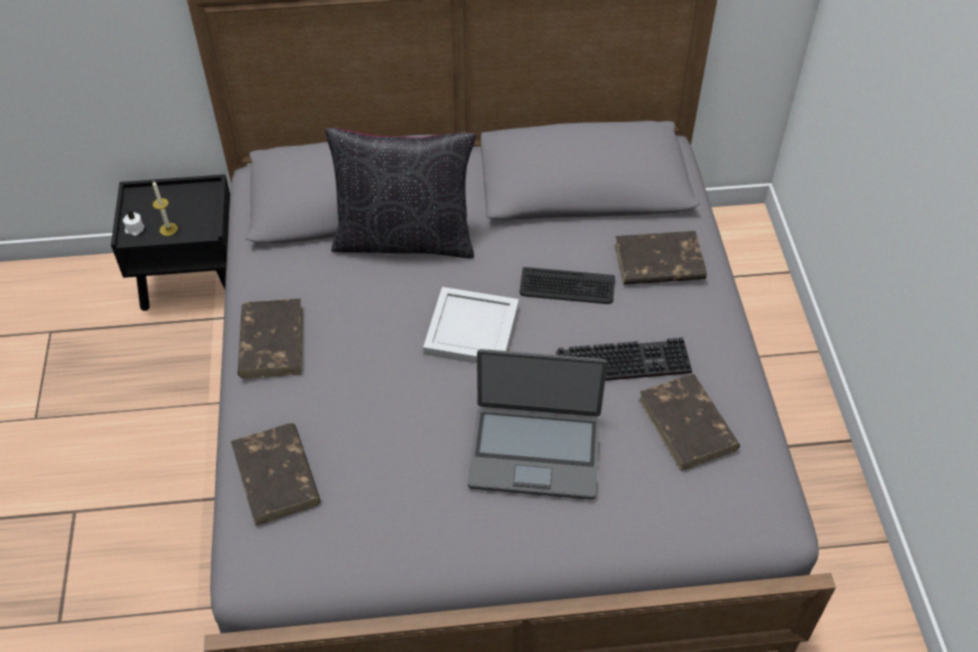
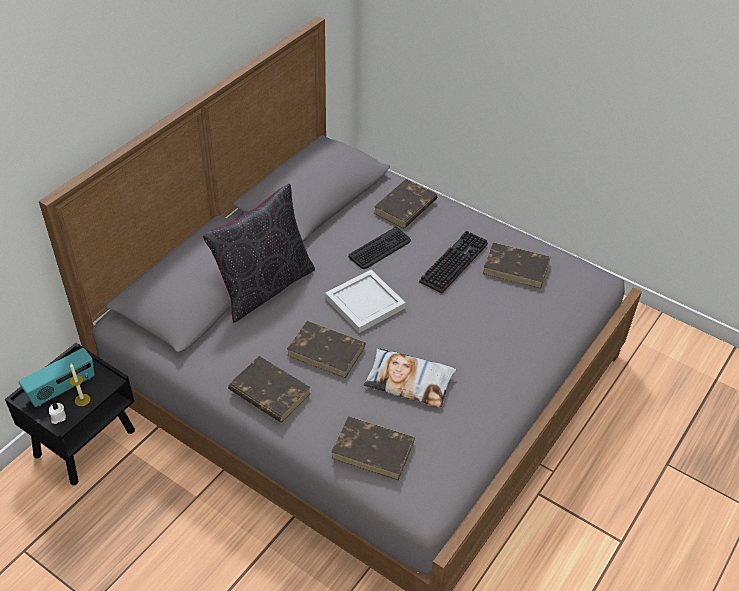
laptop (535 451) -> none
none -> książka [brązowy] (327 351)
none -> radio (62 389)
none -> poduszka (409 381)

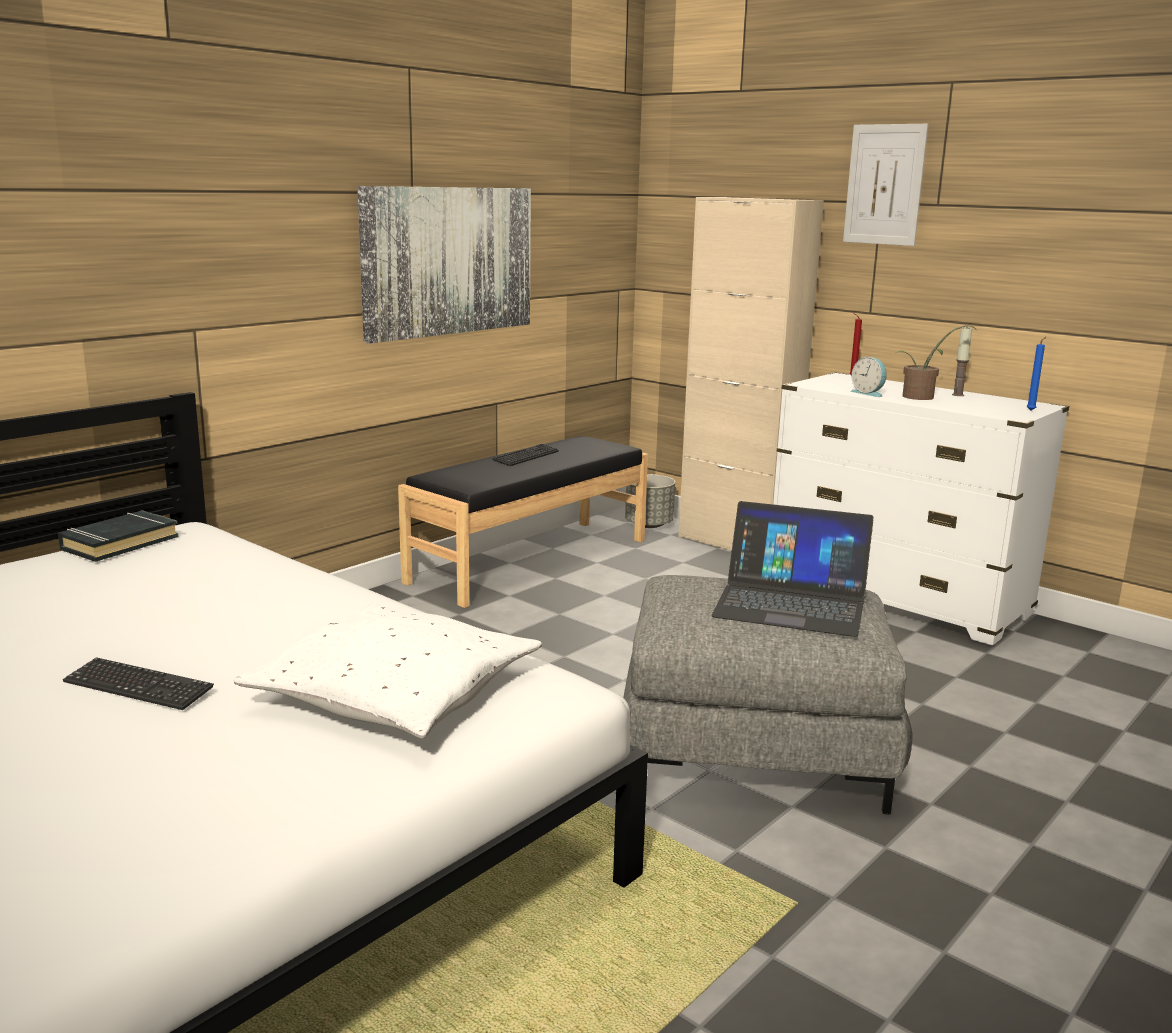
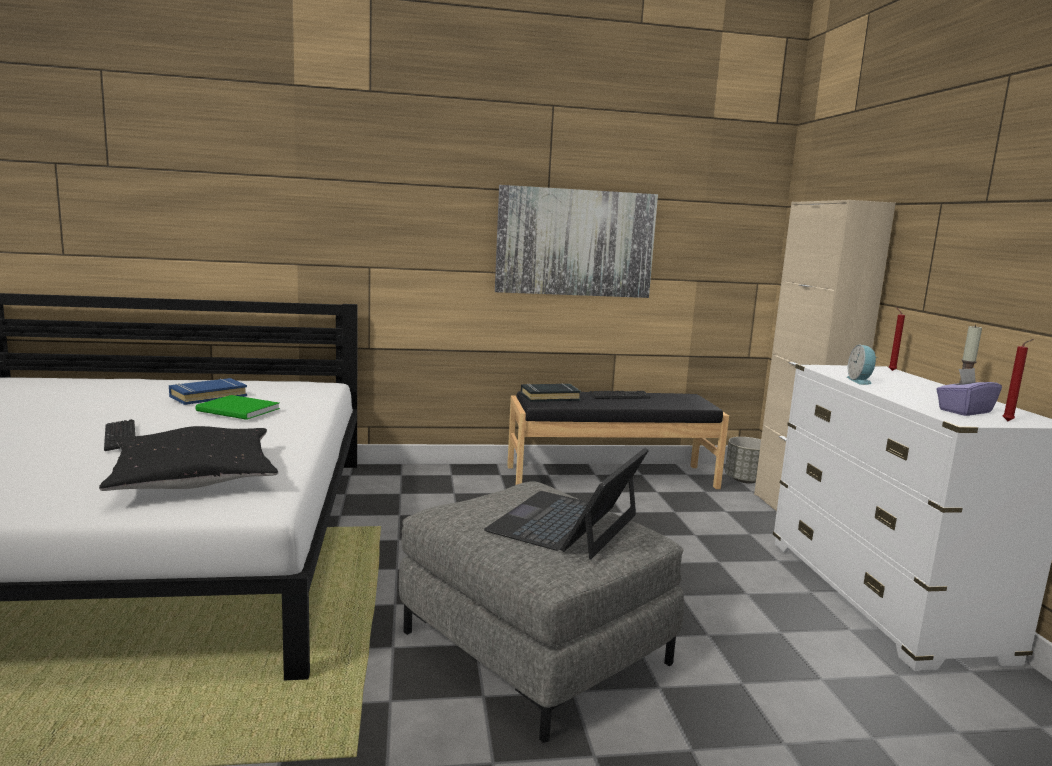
obraz (884 185) -> none
roślina doniczkowa (922 397) -> none
świeca [niebieski] (1031 410) -> świeca [czerwony] (1009 421)
laptop (791 603) -> laptop (566 523), 60 degrees clockwise
książka [czarny] (119 543) -> książka [czarny] (549 397), move
poduszka [biały] (396 692) -> poduszka [czarny] (194 477)
none -> pudełko chusteczek [fioletowy] (964 411)
none -> książka [niebieski] (208 396)
none -> książka [zielony] (238 410)

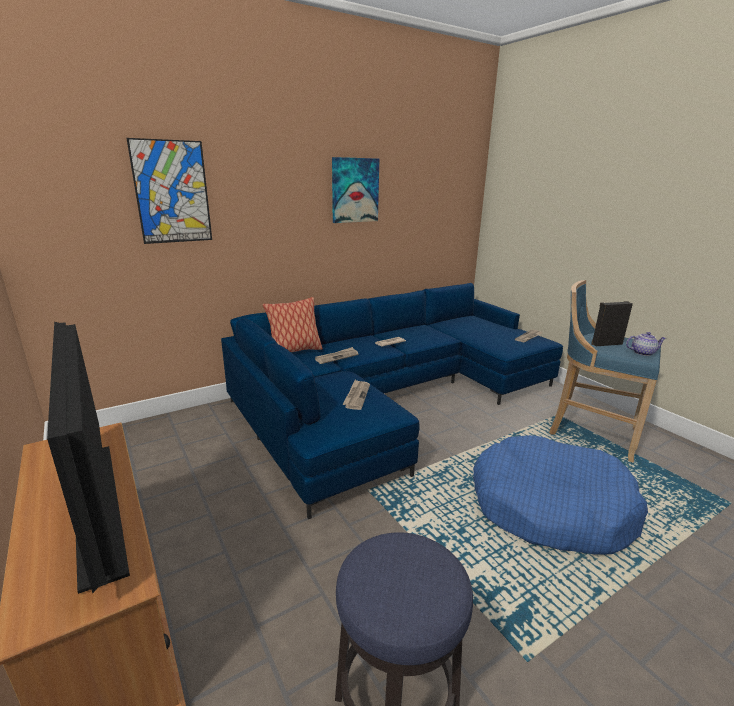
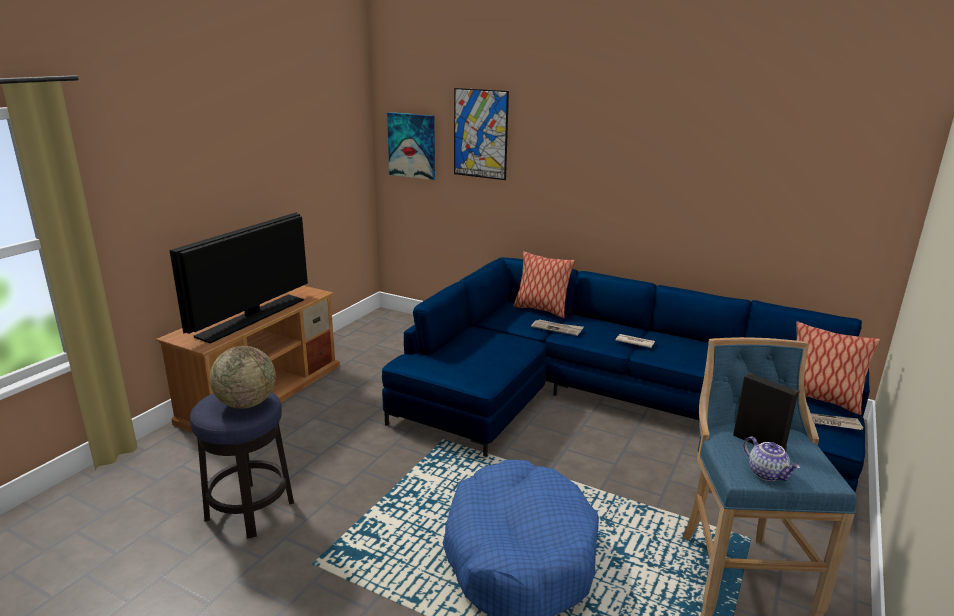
obraz (354 190) -> obraz (412 145), move
gazeta (356 396) -> none
none -> poduszka (820 399)
none -> globus (246 404)

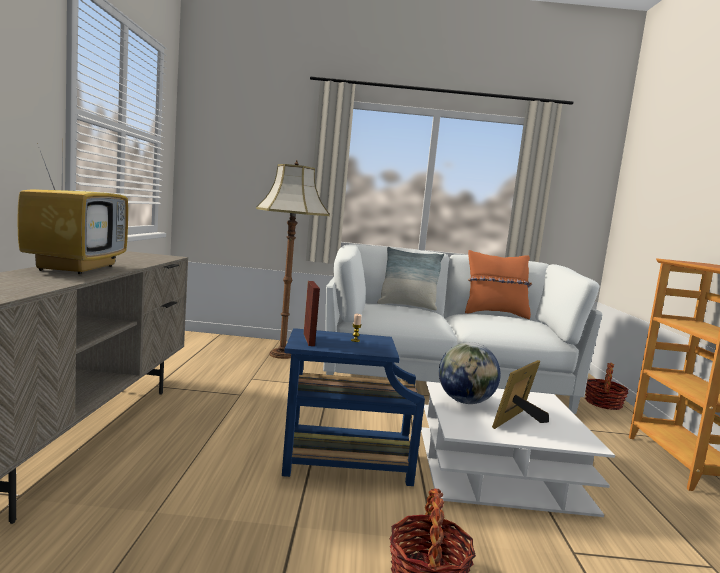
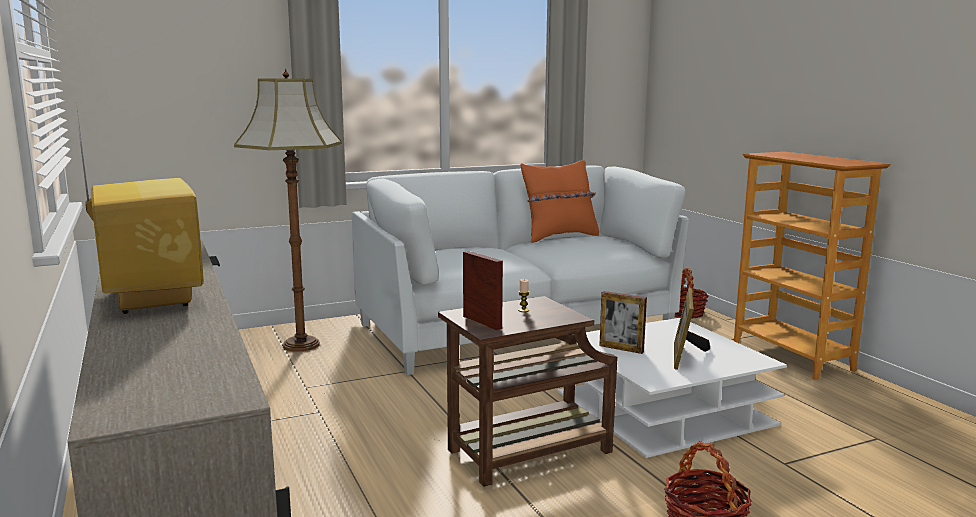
poduszka (407 306) -> none
stolik [niebieski] (343 464) -> stolik [brązowy] (525 453)
globus (465 402) -> ramka na zdjęcie (621 349)

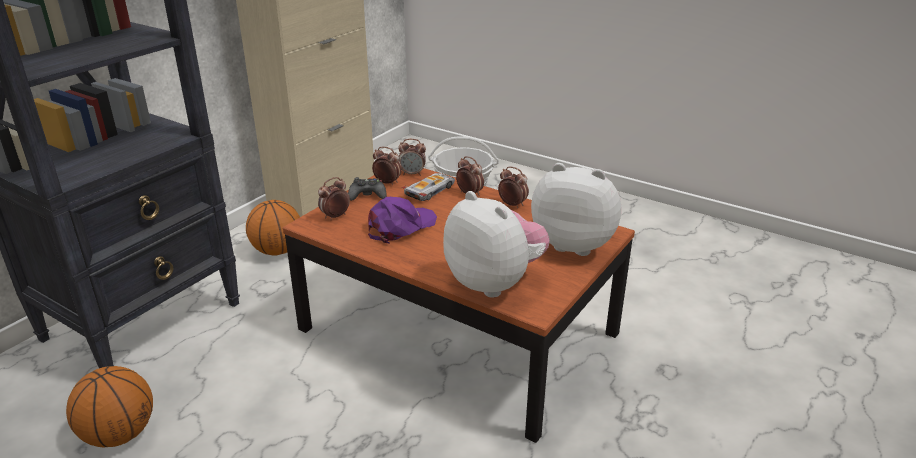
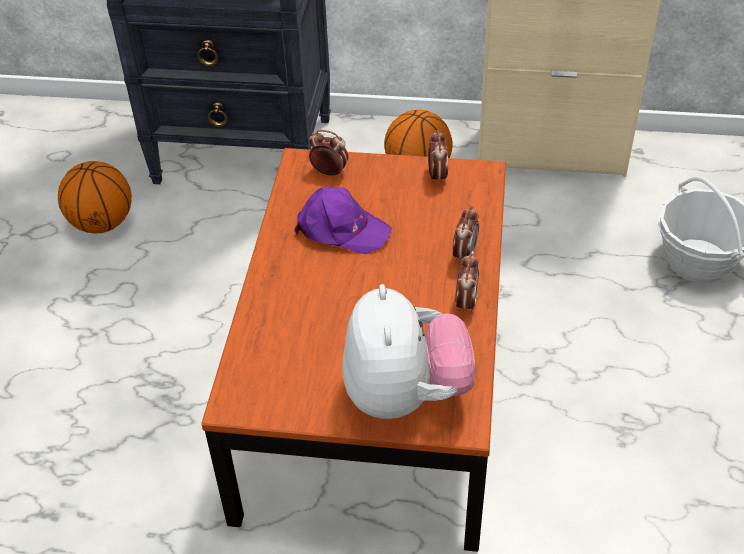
budzik (412 174) -> none
samochodzik (430 190) -> none
pad do gier [czarny] (367 195) -> none
pluszak (494 282) -> none

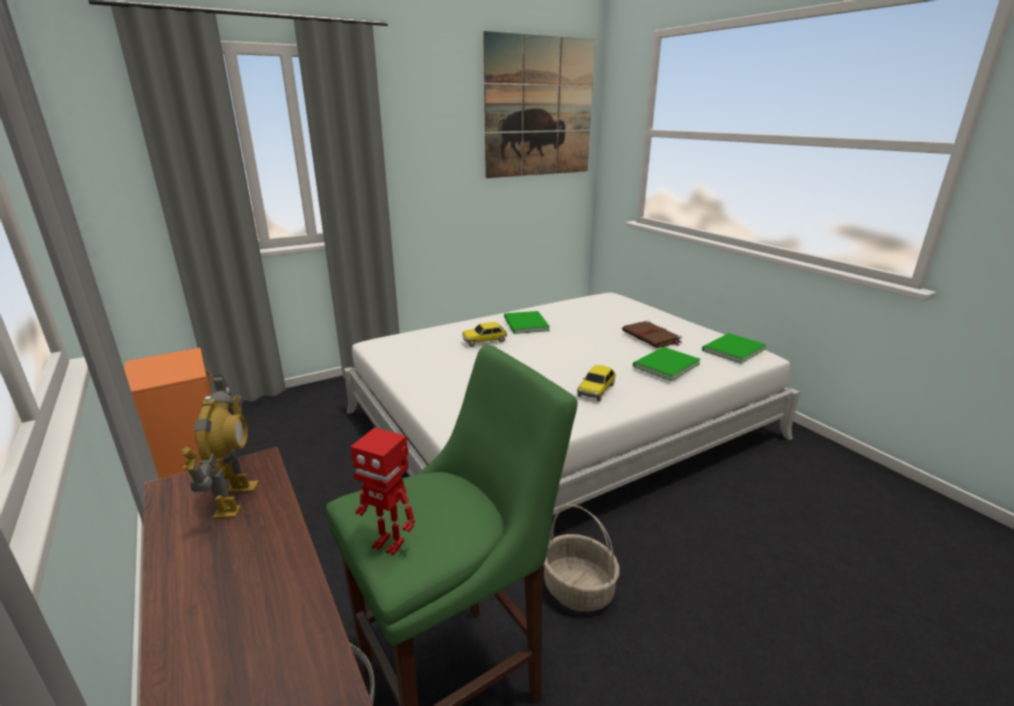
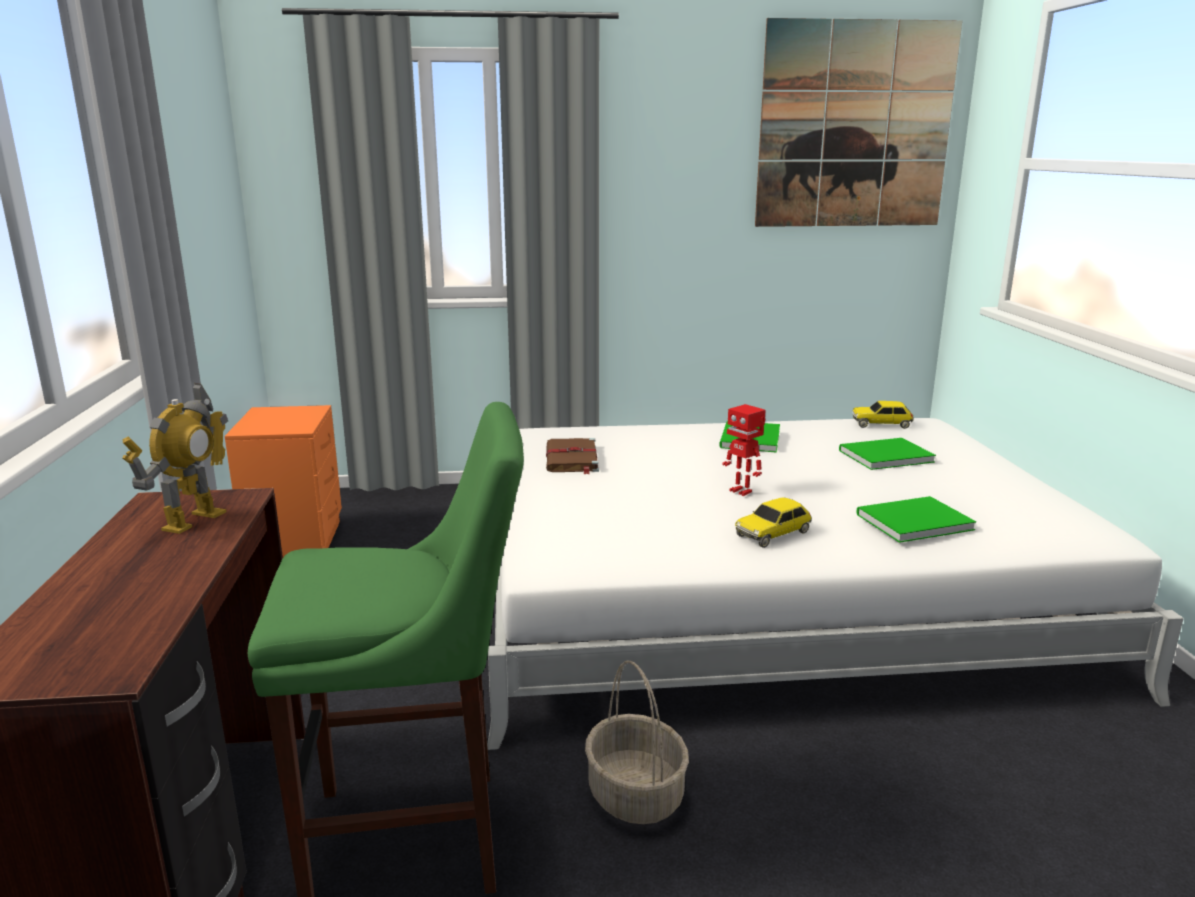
książka [brązowy] (652 337) -> książka [brązowy] (572 459), move
samochodzik (484 341) -> samochodzik (881 424), move
książka [zielony] (731 350) -> książka [zielony] (882 456), move
robot zabawkowy (389 543) -> robot zabawkowy (741 491), move

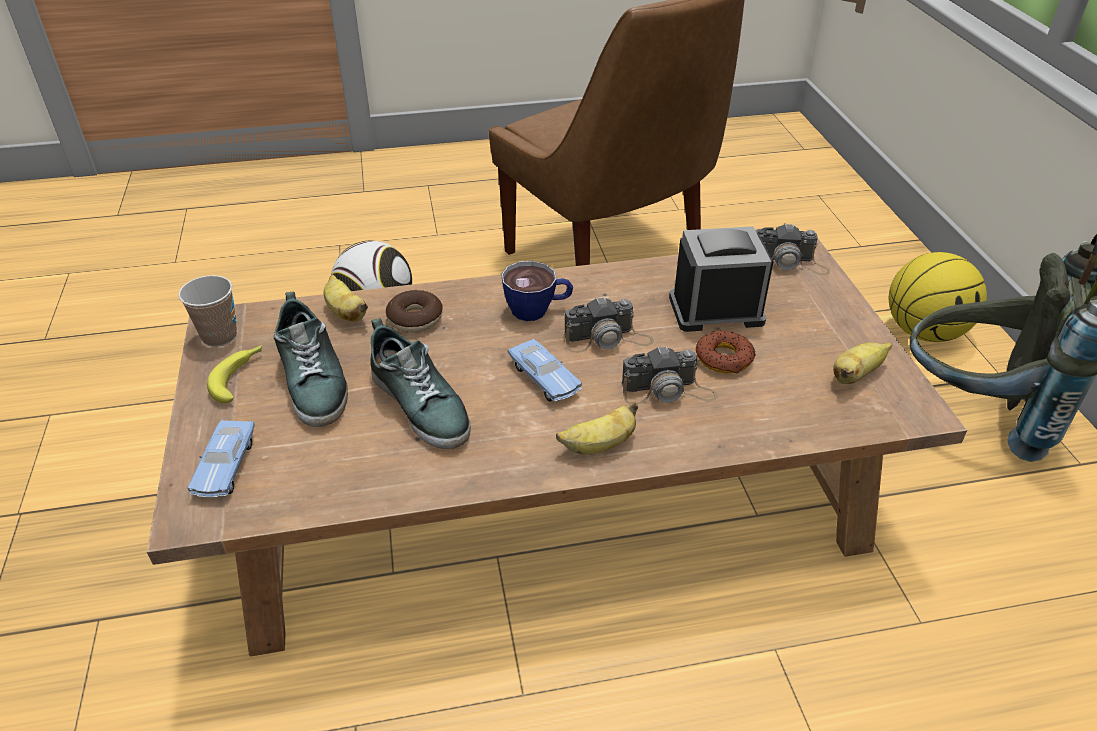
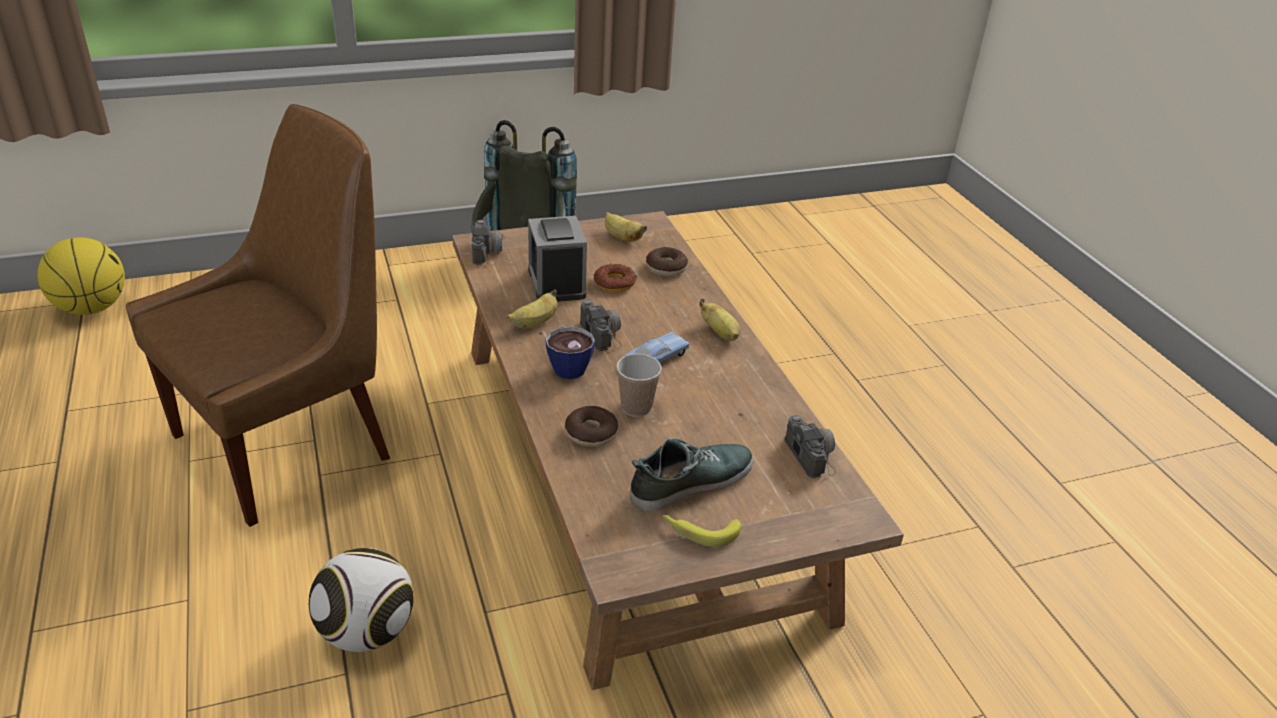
piłka do koszykówki (925 332) -> piłka do koszykówki (91 308), move
filiżanka (219 336) -> filiżanka (636 407), move
banan (345 313) -> banan (534 323), move
but (421 404) -> none
aparat fotograficzny (668 391) -> aparat fotograficzny (810 451), move
samochodzik [niebieski] (226 466) -> none
none -> donut (666 268)

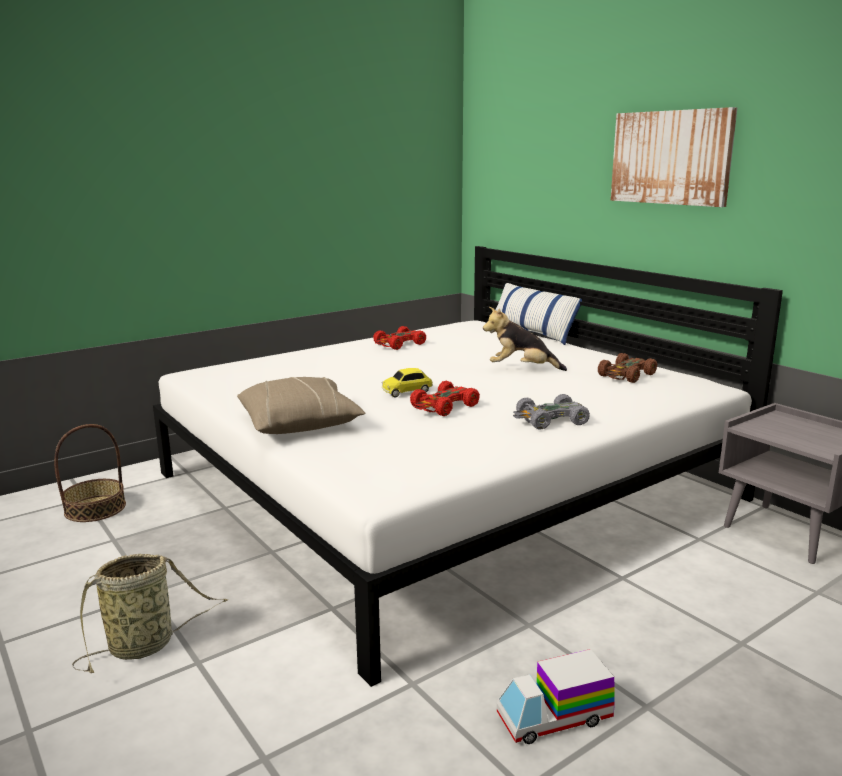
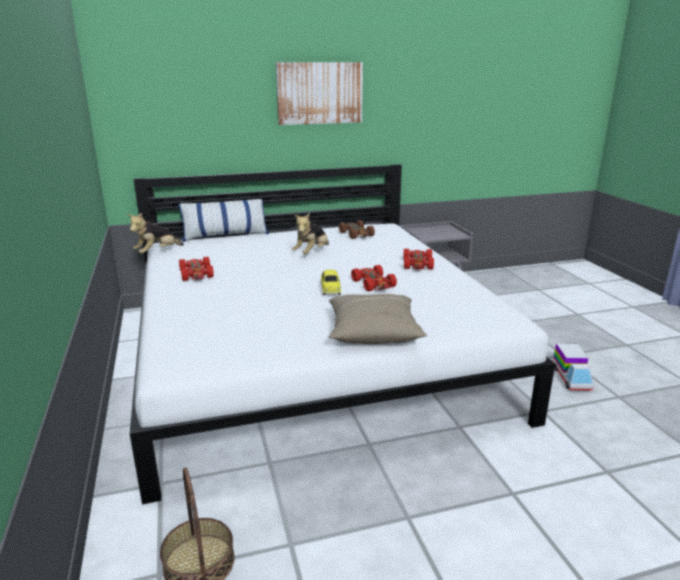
samochodzik [szary] (550 420) -> samochodzik [czerwony] (418 264)
koszyk (146 645) -> none
none -> pluszak (157 252)

